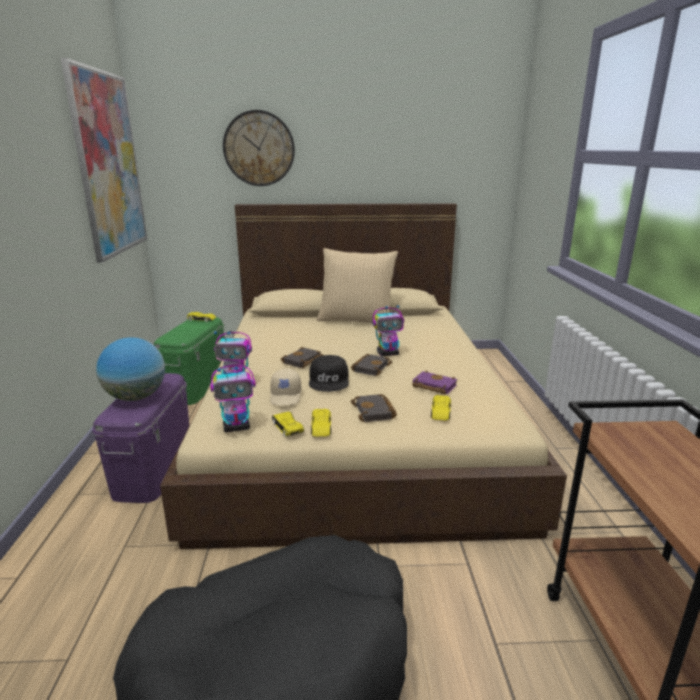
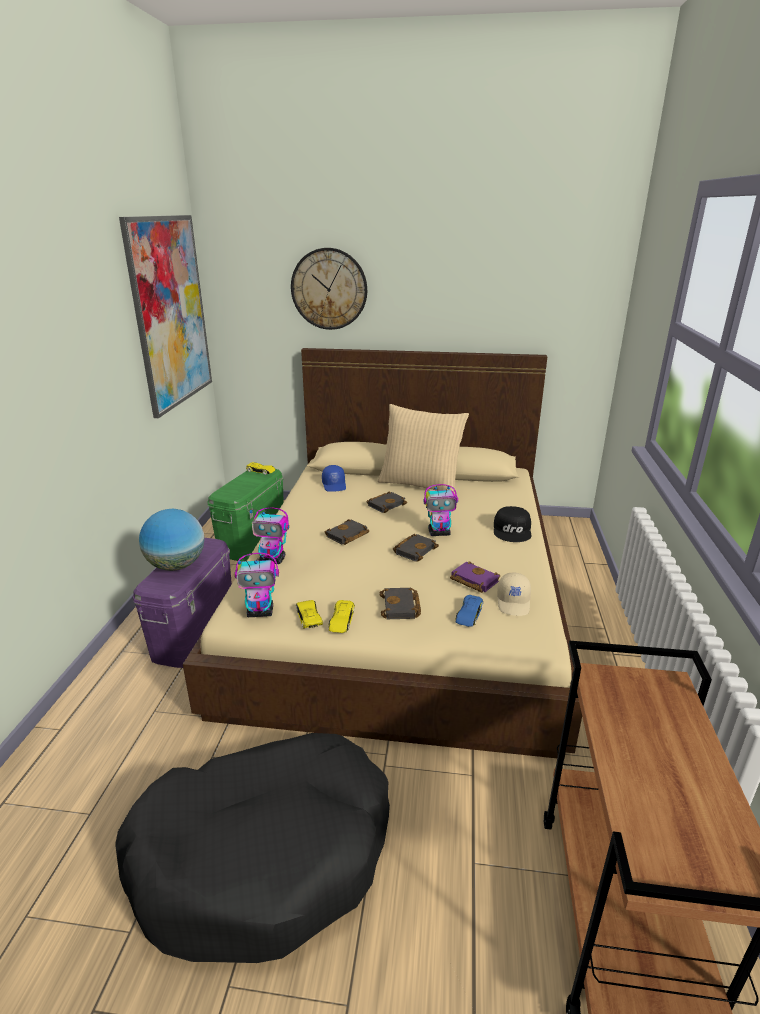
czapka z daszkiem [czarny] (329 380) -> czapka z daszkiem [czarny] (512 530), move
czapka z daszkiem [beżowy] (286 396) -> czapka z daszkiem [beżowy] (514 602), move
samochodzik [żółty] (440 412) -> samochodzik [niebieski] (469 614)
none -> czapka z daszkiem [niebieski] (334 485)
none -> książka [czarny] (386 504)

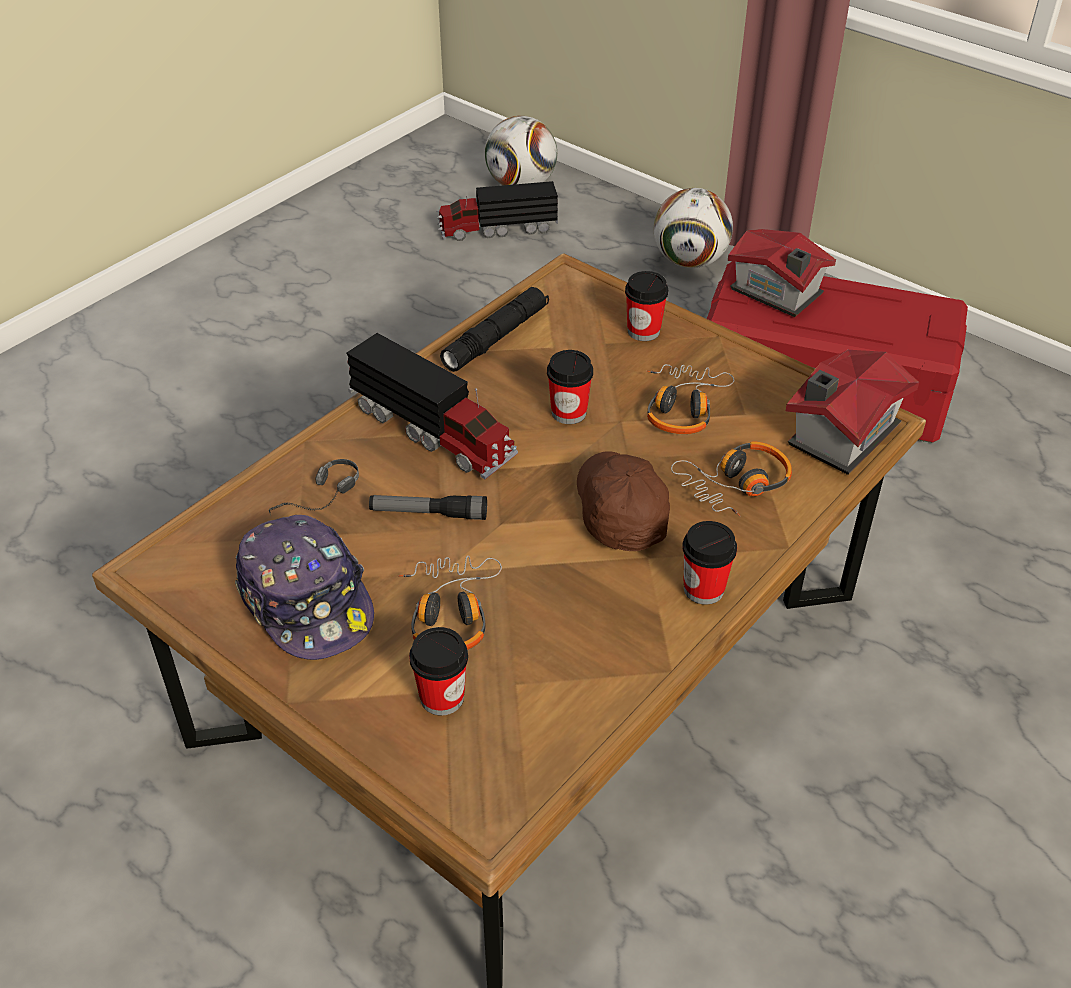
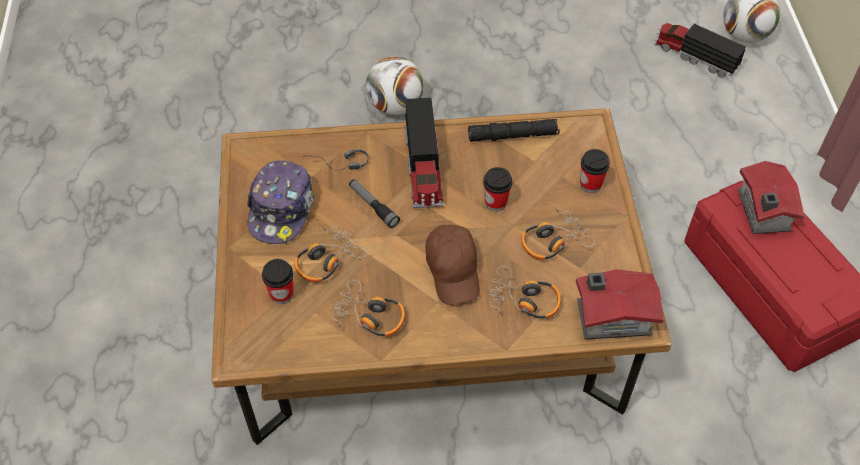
piłka futbolowa (690 261) -> piłka futbolowa (395 105), move
czapka z daszkiem [brązowy] (619 512) -> czapka z daszkiem [brązowy] (453 270), 135 degrees clockwise
filiżanka (703 589) -> none
none -> słuchawki (369 316)

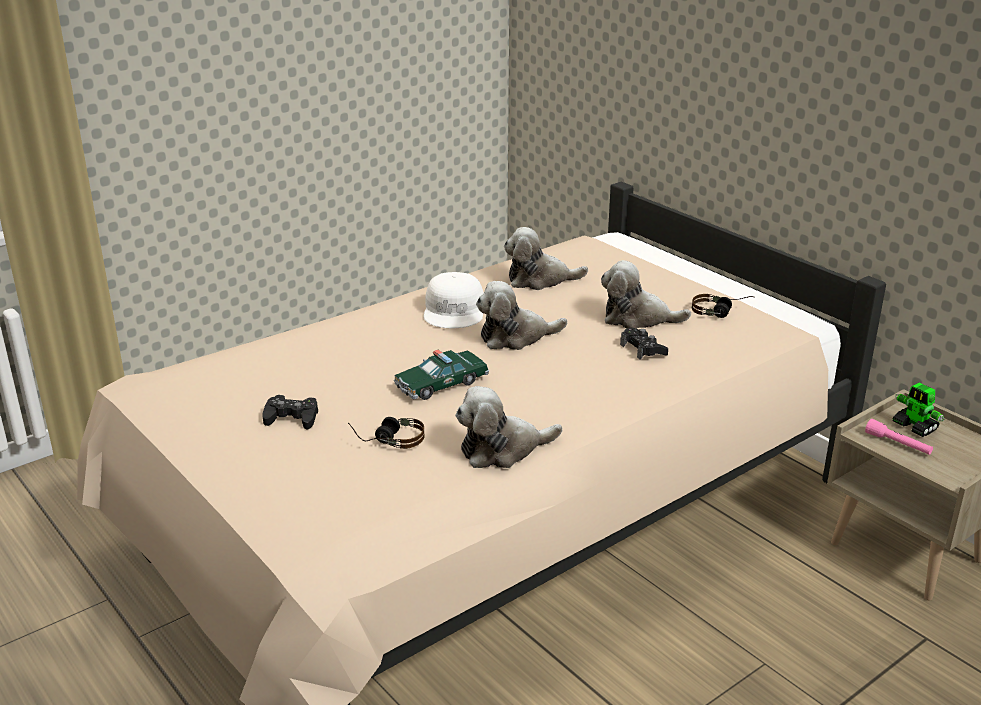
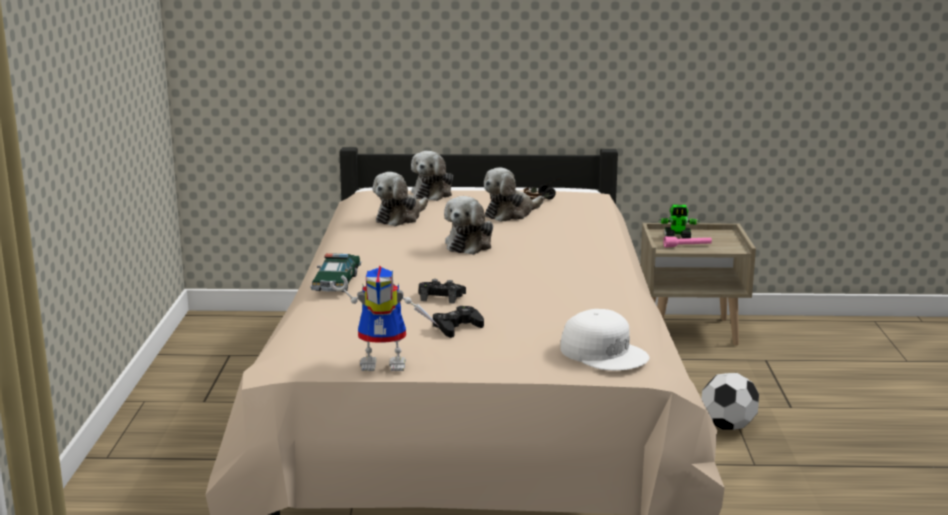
czapka z daszkiem [biały] (455 311) -> czapka z daszkiem [biały] (604 353), move
pad do gier [czarny] (643 349) -> pad do gier [czarny] (441 297), move
samochodzik (441 384) -> samochodzik (337 282), move
pluszak (502 449) -> pluszak (433 193), move
słuchawki (388 439) -> none
none -> robot zabawkowy (387 363)
none -> piłka futbolowa (727 427)

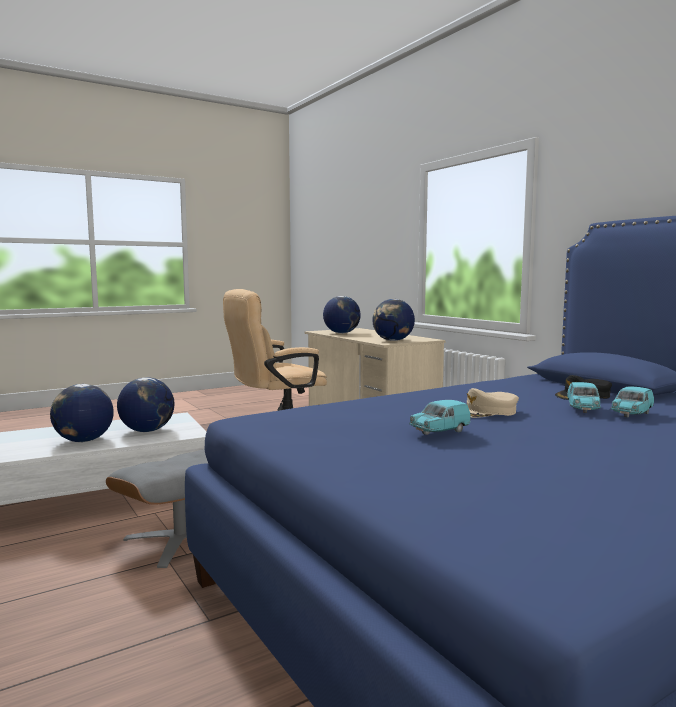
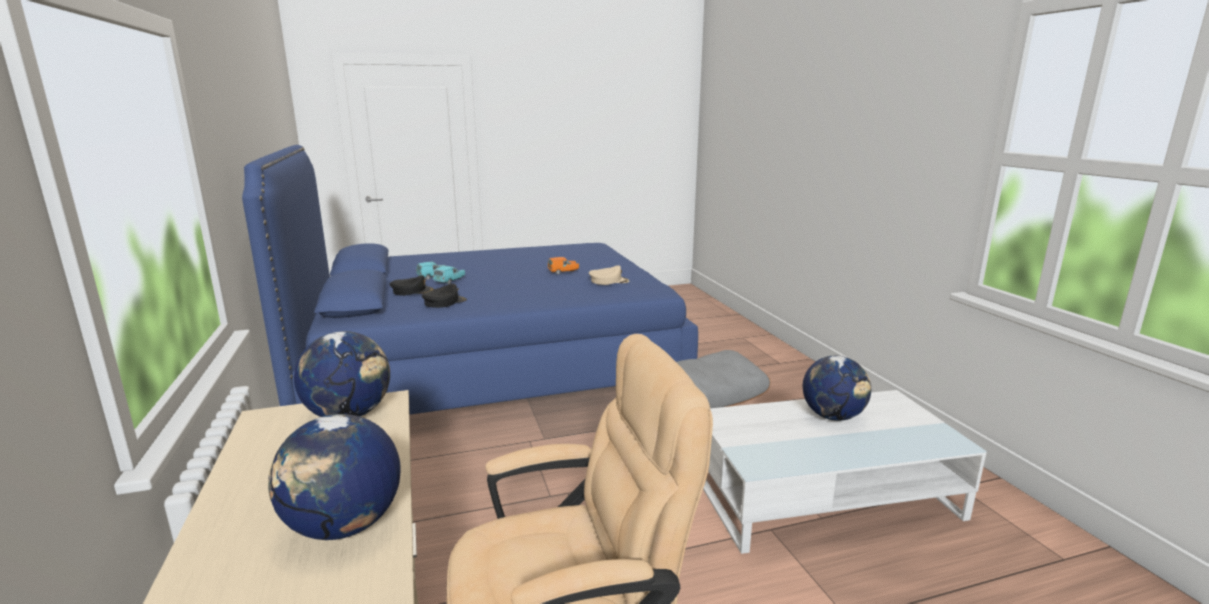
globus (147 431) -> none
czapka z daszkiem [beżowy] (487 412) -> czapka z daszkiem [beżowy] (609 281), move
samochodzik [turkusowy] (439 431) -> samochodzik [pomarańczowy] (563 272)
none -> czapka z daszkiem [czarny] (444 302)

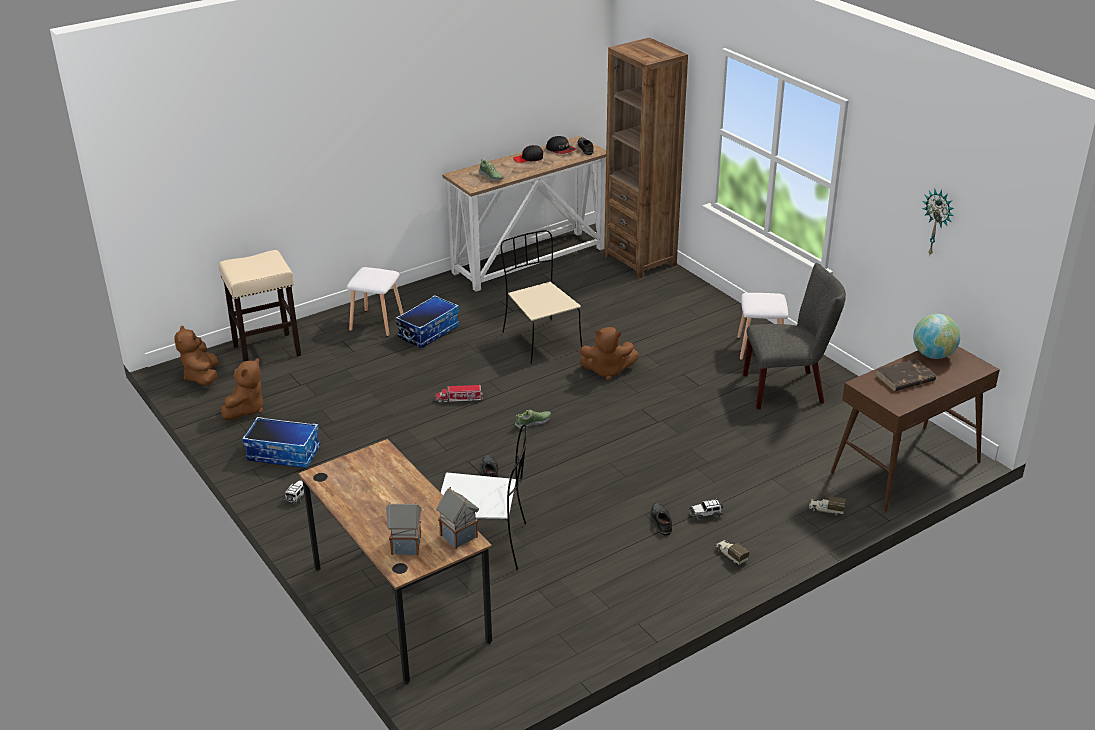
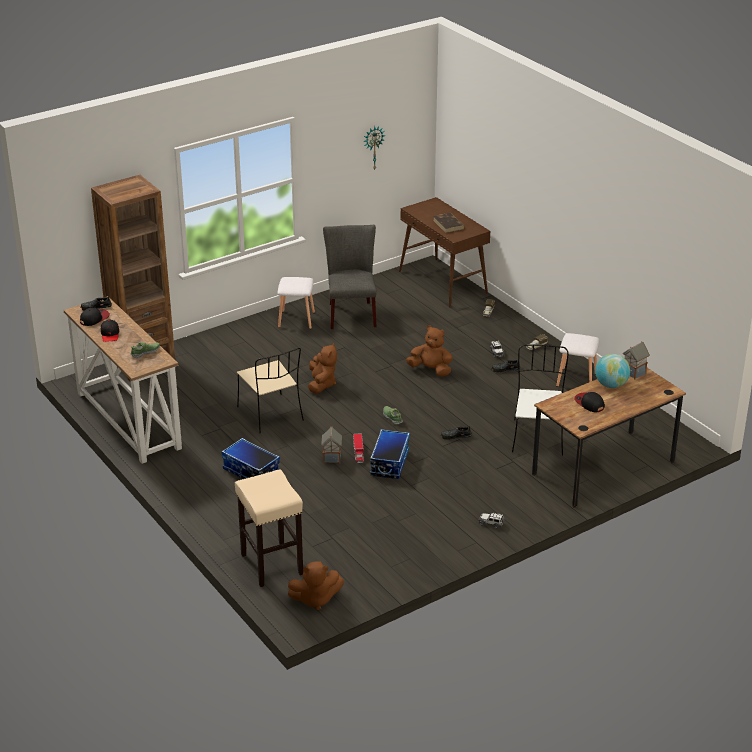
krzesło [beżowy] (540 340) -> krzesło [beżowy] (271 414), 90 degrees counterclockwise
stołek [biały] (376 322) -> stołek [biały] (576 380), move
globus (933 355) -> globus (611 385), move
pluszak [brązowy] (246 409) -> pluszak [brązowy] (431 370), move
pojemnik do przechowywania (284 453) -> pojemnik do przechowywania (389 463), move
domek (407 545) -> domek (332 458), move
none -> czapka z daszkiem (589 403)

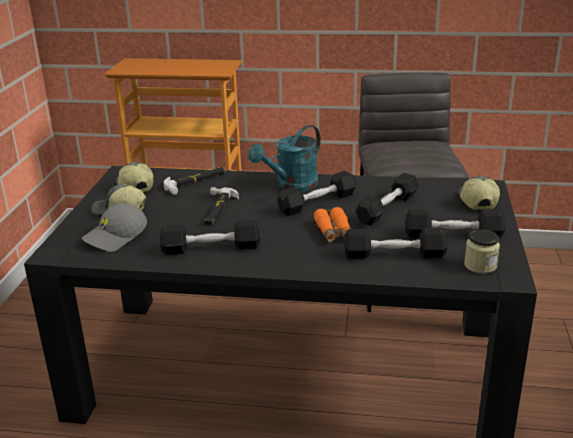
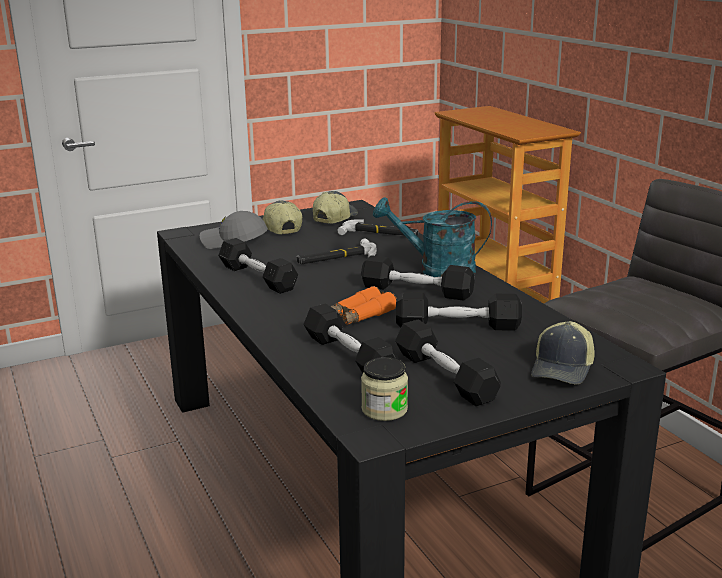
czapka z daszkiem (476 201) -> czapka z daszkiem (563 369), 150 degrees clockwise

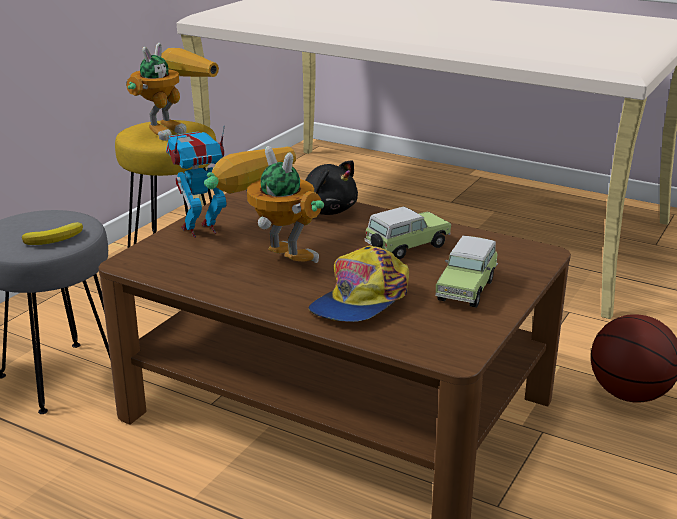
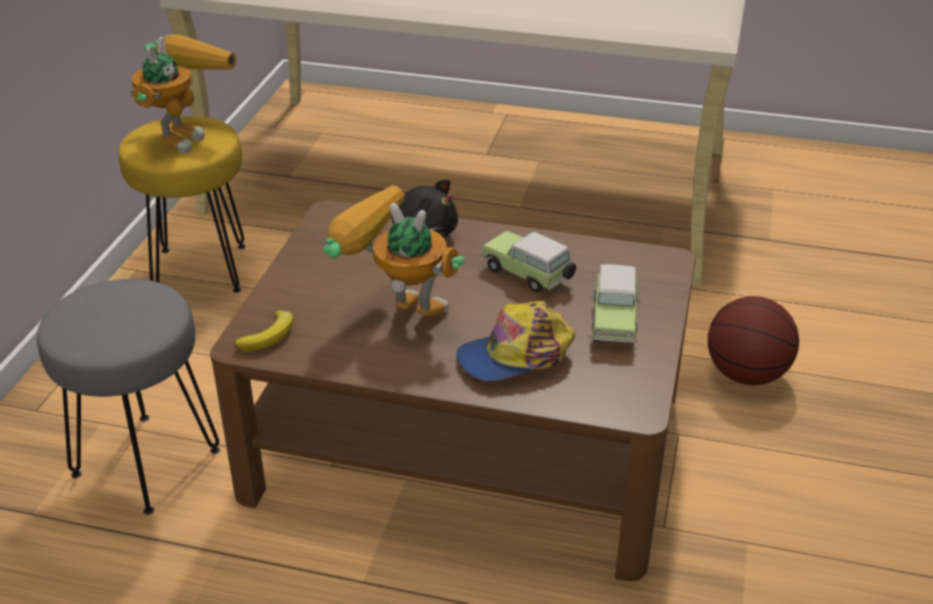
robot zabawkowy (200 230) -> none
samochodzik (405 248) -> samochodzik (529 275), 90 degrees counterclockwise
banan (56 238) -> banan (269 336), move
czapka z daszkiem (361 301) -> czapka z daszkiem (516 355), 45 degrees clockwise

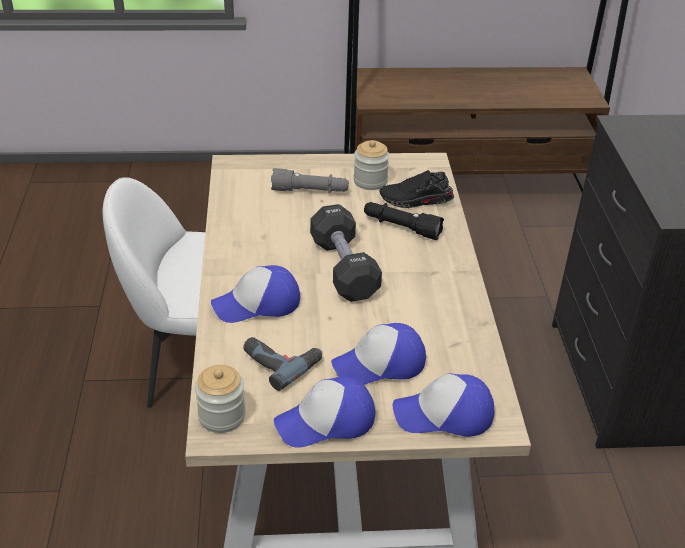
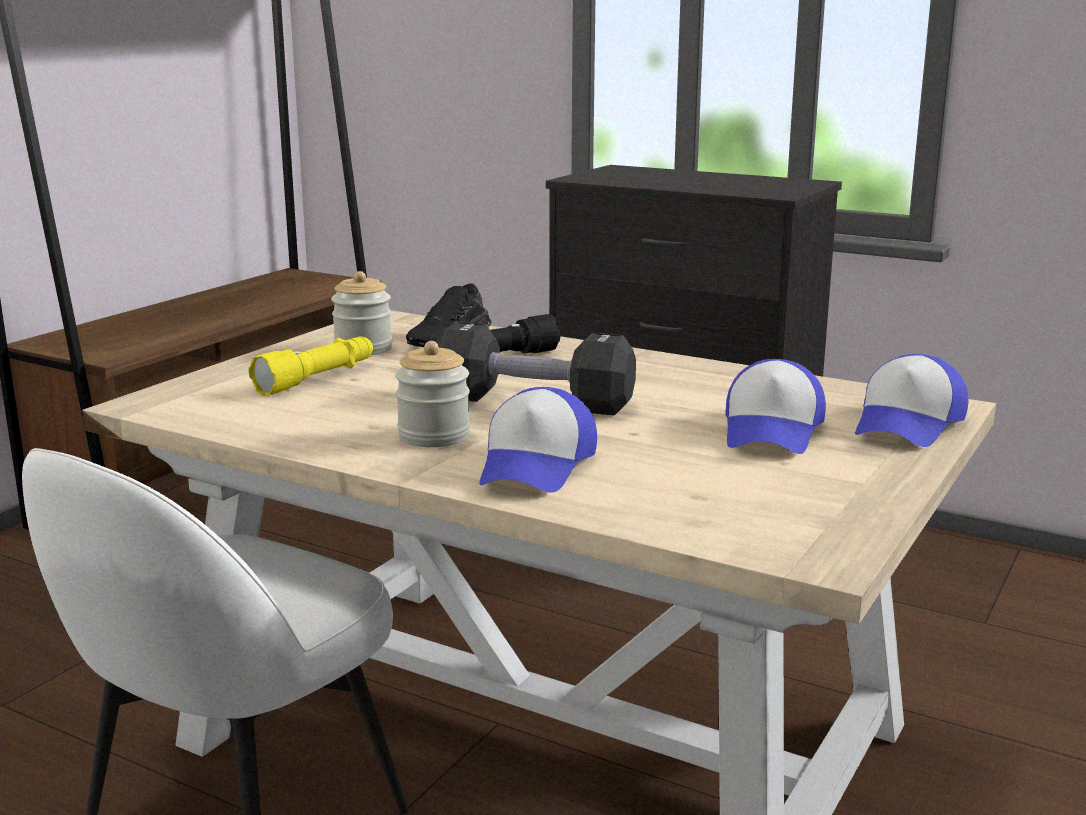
latarka [szary] (310 191) -> latarka [żółty] (317 379)
wiertarka (281 361) -> none
słoik (222 416) -> słoik (434 436), move
czapka z daszkiem (326 421) -> none

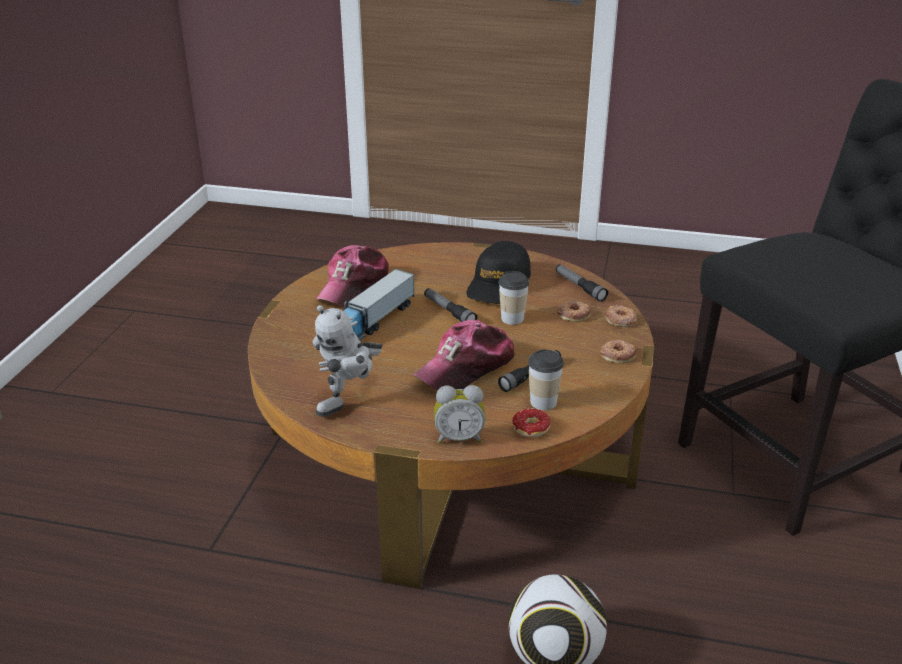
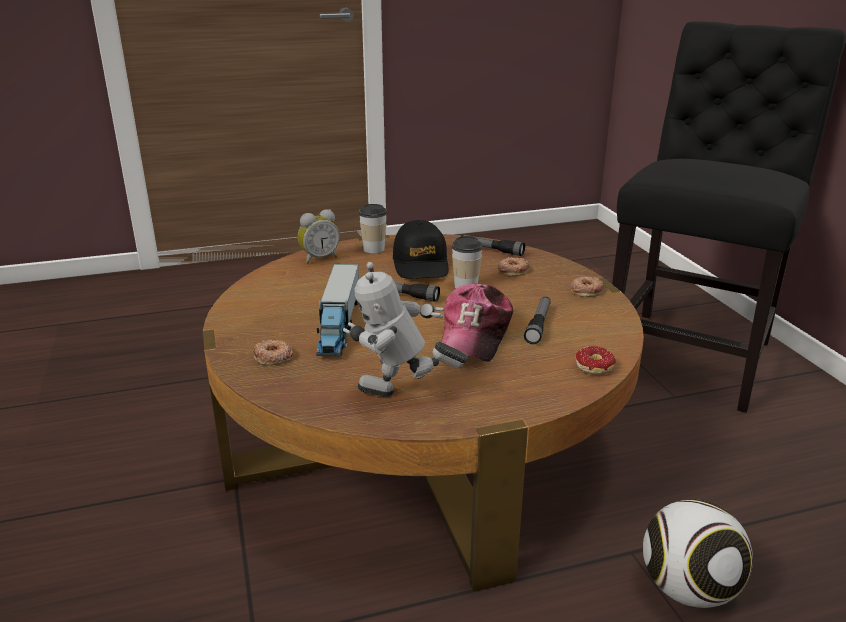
czapka z daszkiem (354 287) -> none
robot zabawkowy (351 403) -> robot zabawkowy (402 398), 90 degrees clockwise
donut (620 320) -> donut (273 357), move
filiżanka (543 402) -> filiżanka (374 249), move
budzik (459 438) -> budzik (319 258), move

